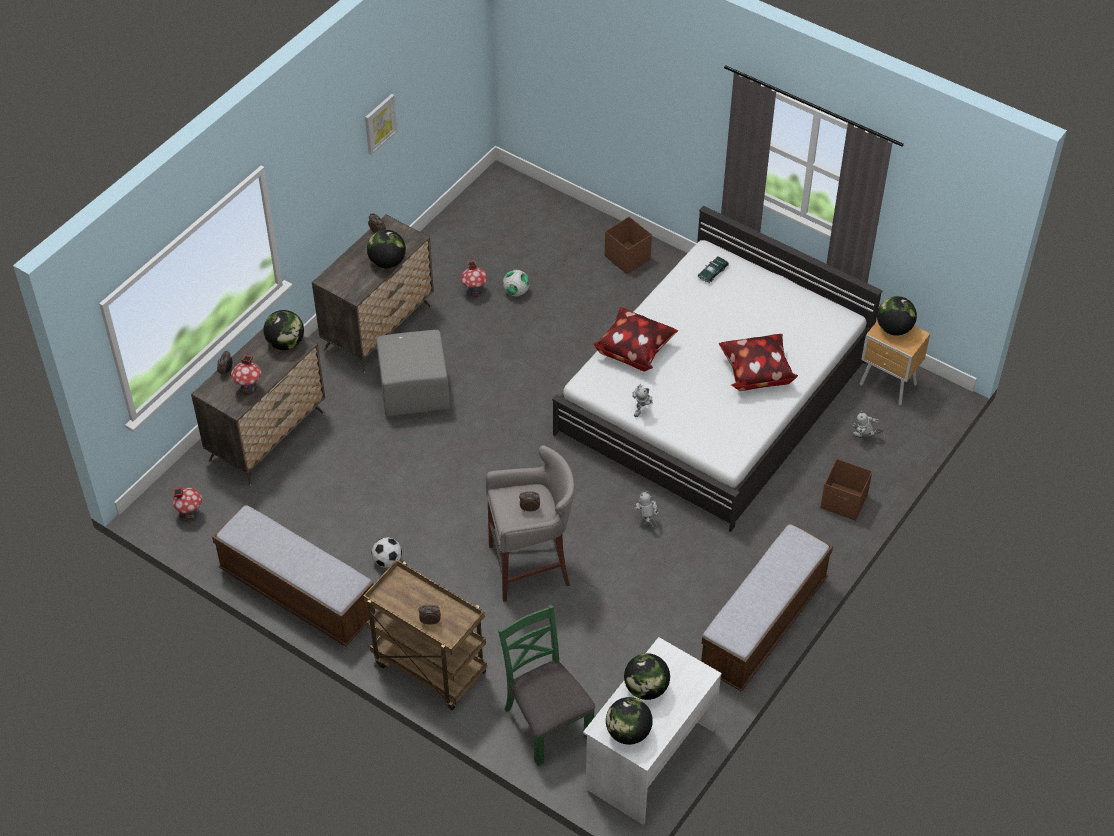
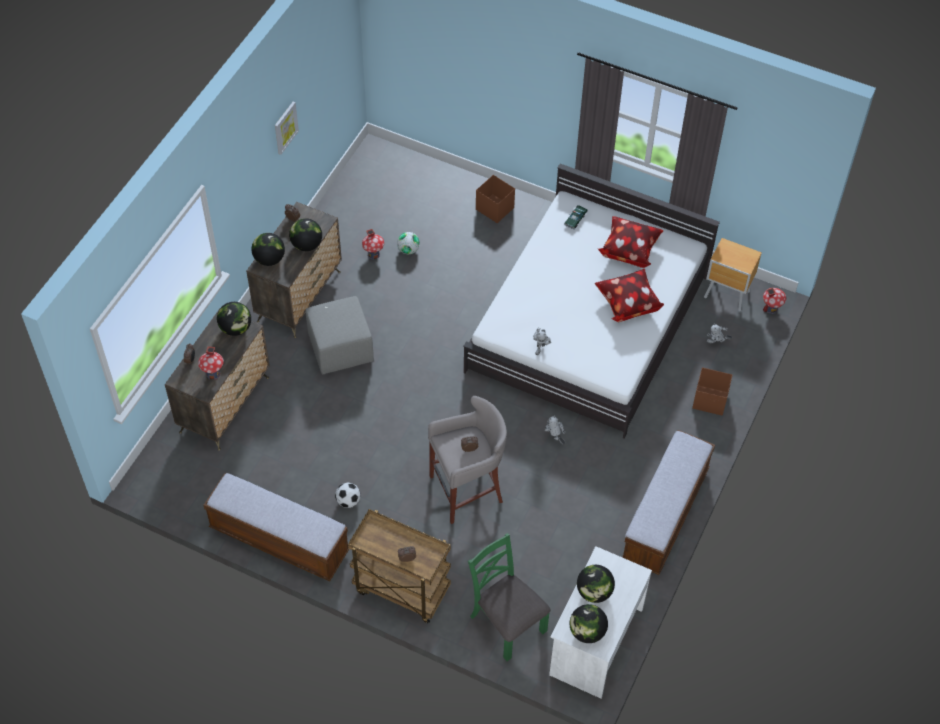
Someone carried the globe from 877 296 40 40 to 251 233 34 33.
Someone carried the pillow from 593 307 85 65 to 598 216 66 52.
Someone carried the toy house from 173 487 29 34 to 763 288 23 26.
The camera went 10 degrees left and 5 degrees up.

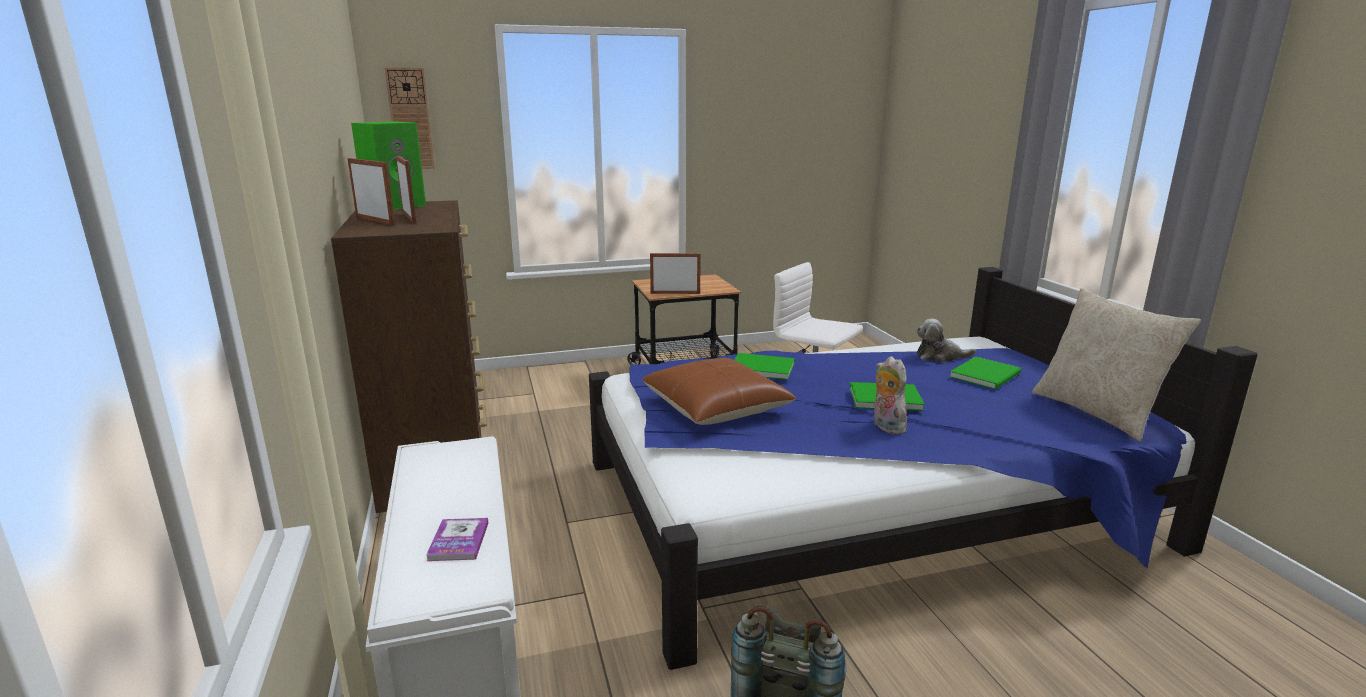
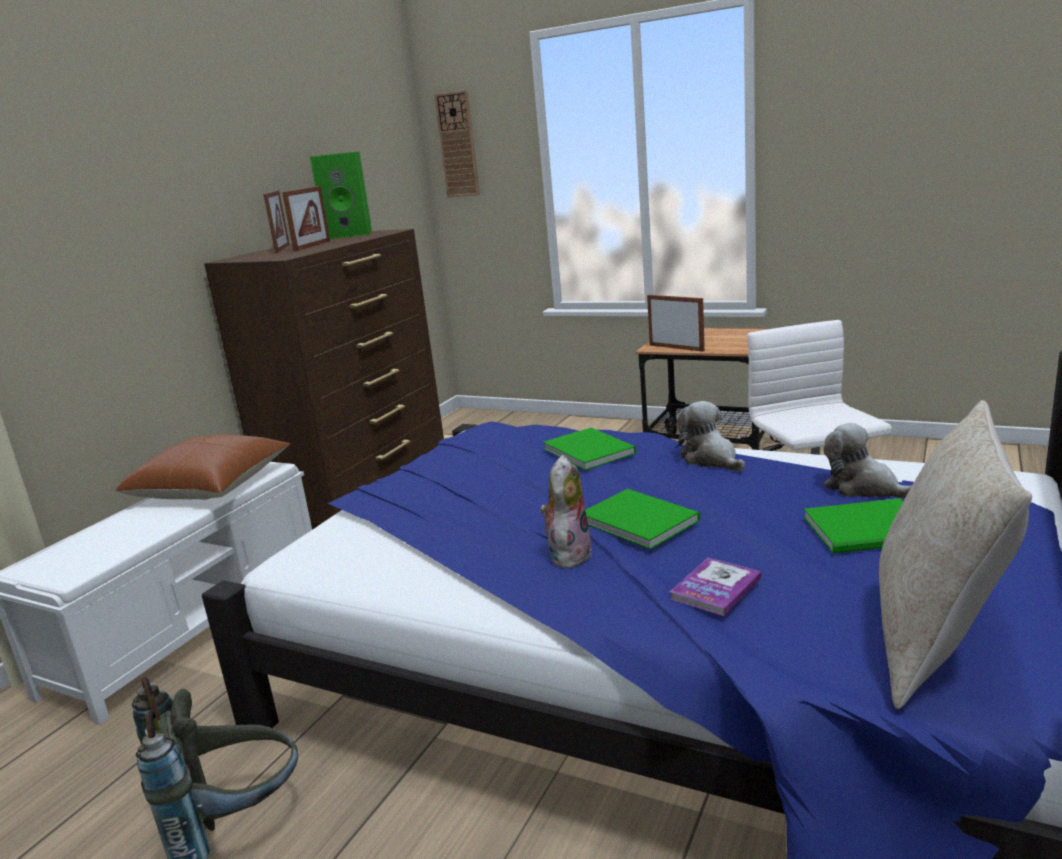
Someone carried the pillow (brown) from 642 358 155 67 to 116 434 175 66.
Someone carried the book from 426 518 62 43 to 670 557 91 59.
Someone put down the plush toy at 677 401 68 71.
The camera went 45 degrees right and 0 degrees up.

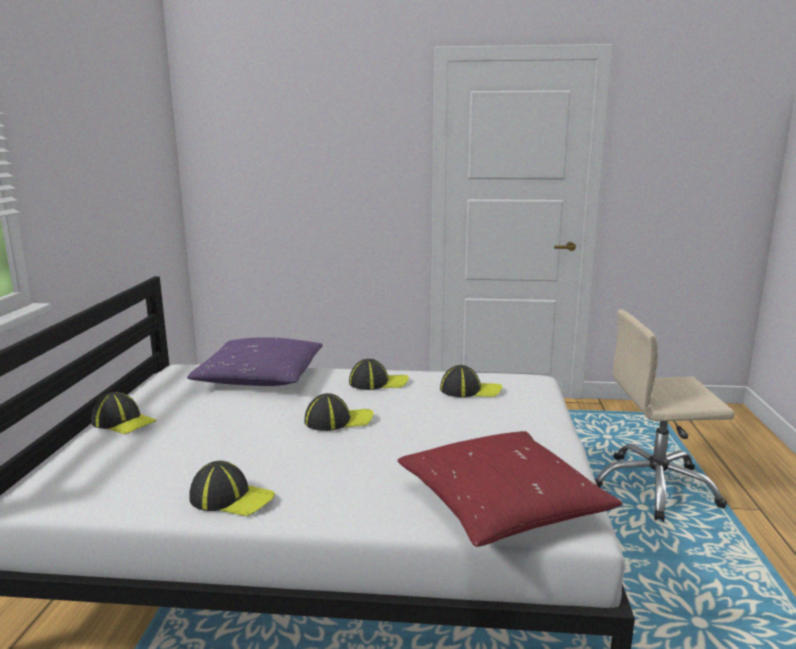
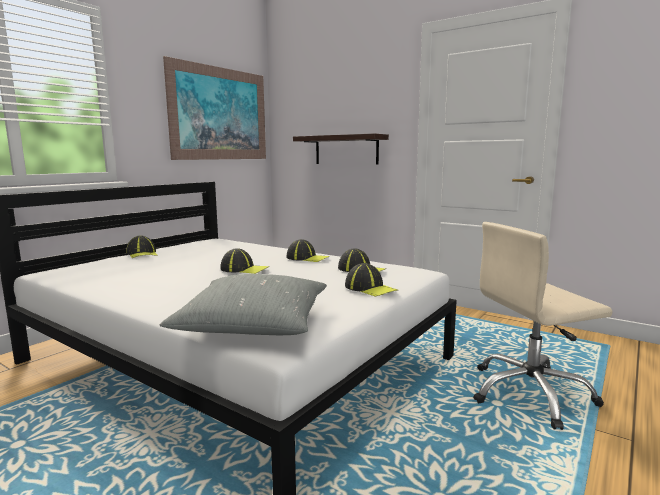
Someone repainted the pillow (red) at 397 431 226 116, which became the pillow (grey) at 159 274 168 61.
Someone put up the picture at 163 56 103 104.
Someone put up the shelf at 293 133 96 31.
Someone carried the cap from 189 461 86 55 to 345 263 53 34.
Someone rotated the office chair (beige) at 595 309 139 213 by 45 degrees counterclockwise.
Someone took away the pillow (purple) at 187 337 136 49.
The camera went 30 degrees right and 5 degrees down.

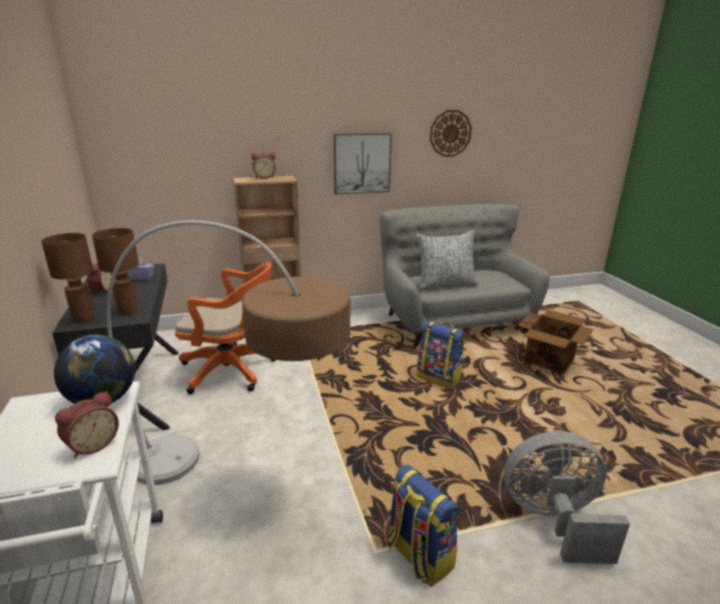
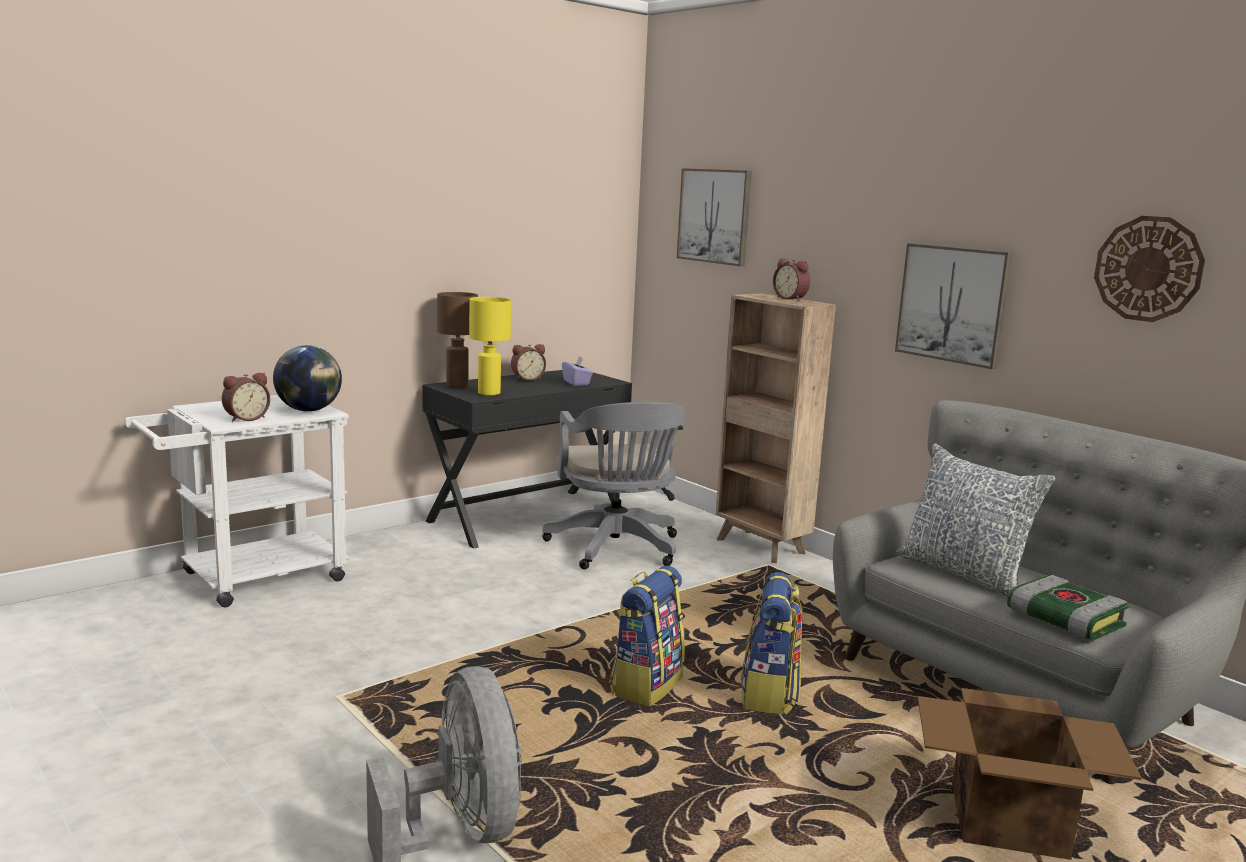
Someone rotated the alarm clock at 55 391 64 67 by 60 degrees counterclockwise.
Someone repainted the table lamp (brown) at 92 228 47 87, which became the table lamp (yellow) at 469 297 42 99.
Someone repainted the office chair (orange) at 175 262 101 132, which became the office chair (grey) at 542 402 144 167.
Someone carried the backpack from 387 465 72 122 to 609 566 76 140.
Someone put up the picture at 677 168 75 98.
Someone put down the book at 1007 575 123 65.
Someone took away the floor lamp at 107 220 243 265.
The camera went 65 degrees right and 10 degrees down.

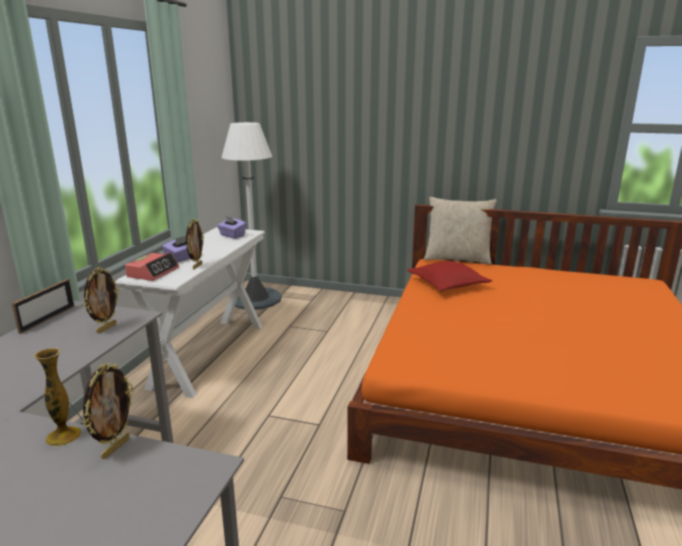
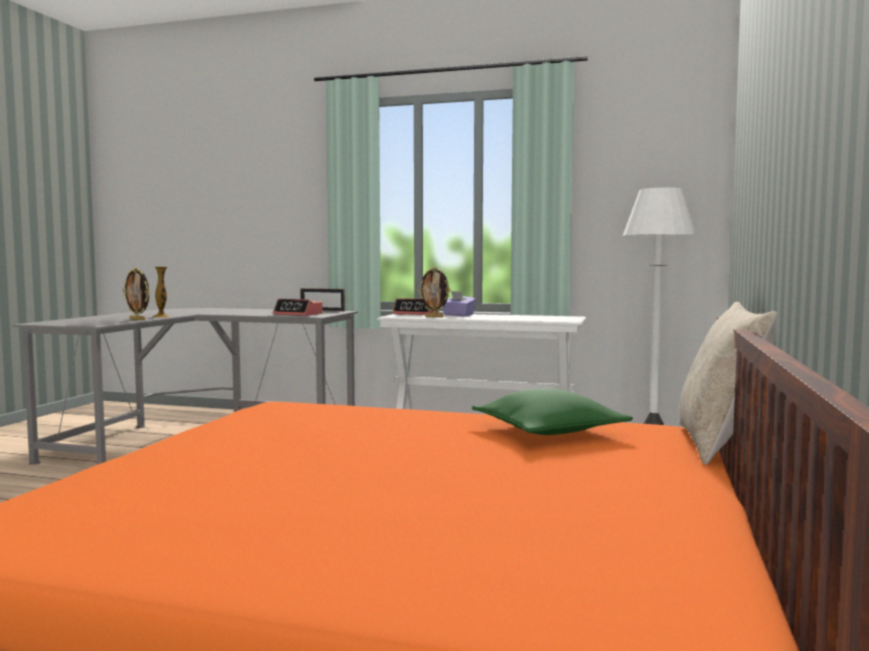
Someone swapped the picture frame at 84 267 35 66 for the alarm clock at 273 299 50 17.
Someone repainted the pillow (red) at 407 261 85 31, which became the pillow (green) at 472 388 161 47.
Someone took away the tissue box (purple) at 217 216 29 23.
The camera went 90 degrees right and 15 degrees down.

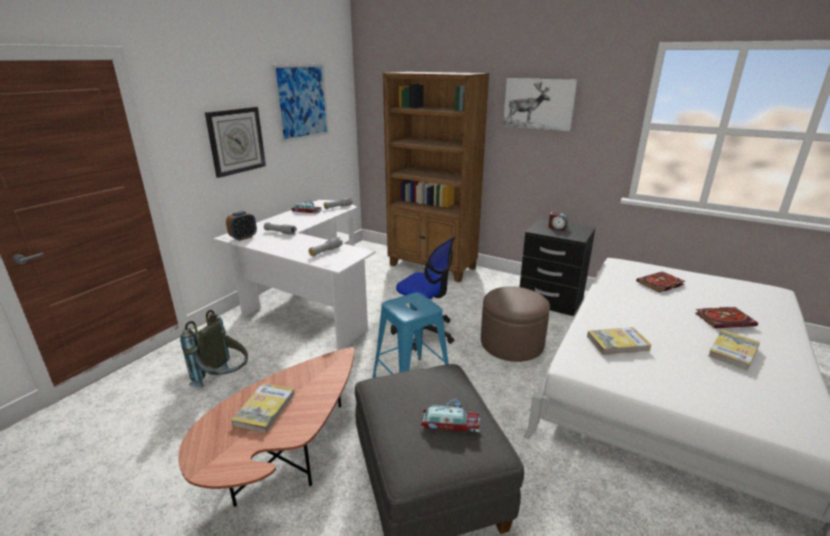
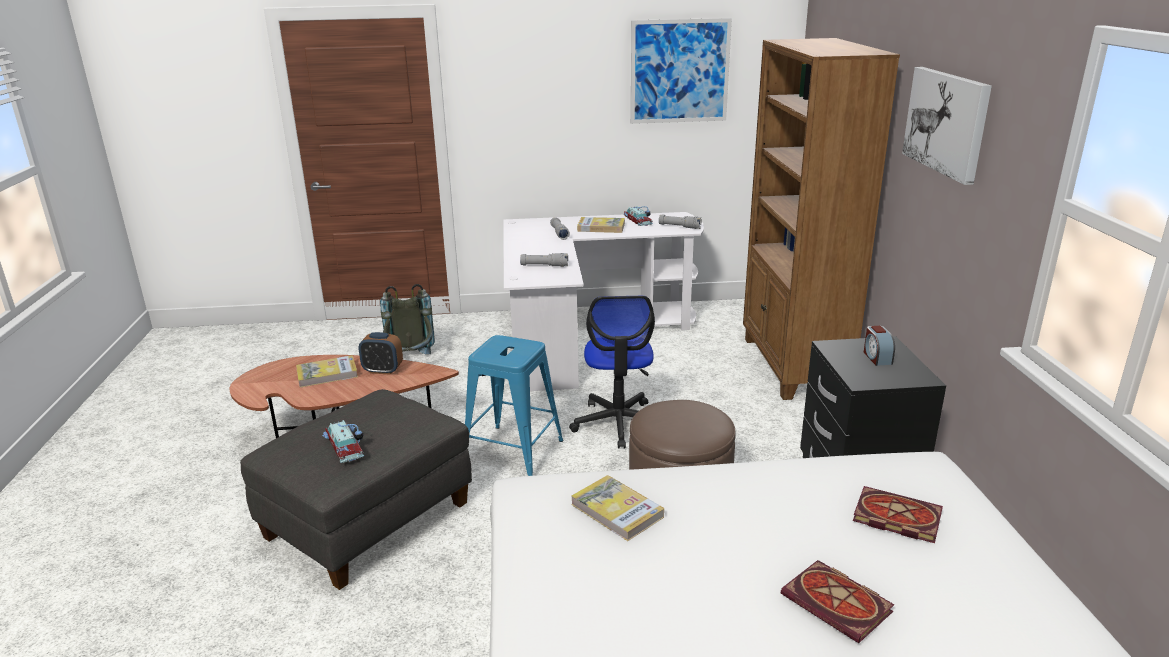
Someone carried the alarm clock from 226 211 31 30 to 359 332 44 43.
Someone carried the book from 708 330 52 40 to 577 217 48 16.
Someone took away the wall clock at 205 107 61 71.
The camera went 55 degrees right and 0 degrees up.

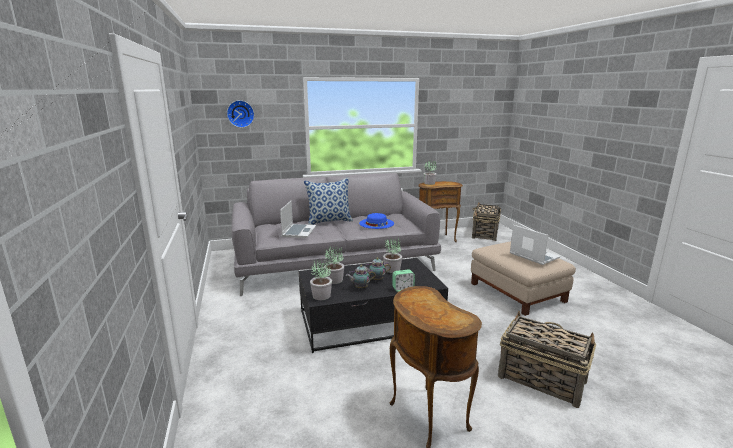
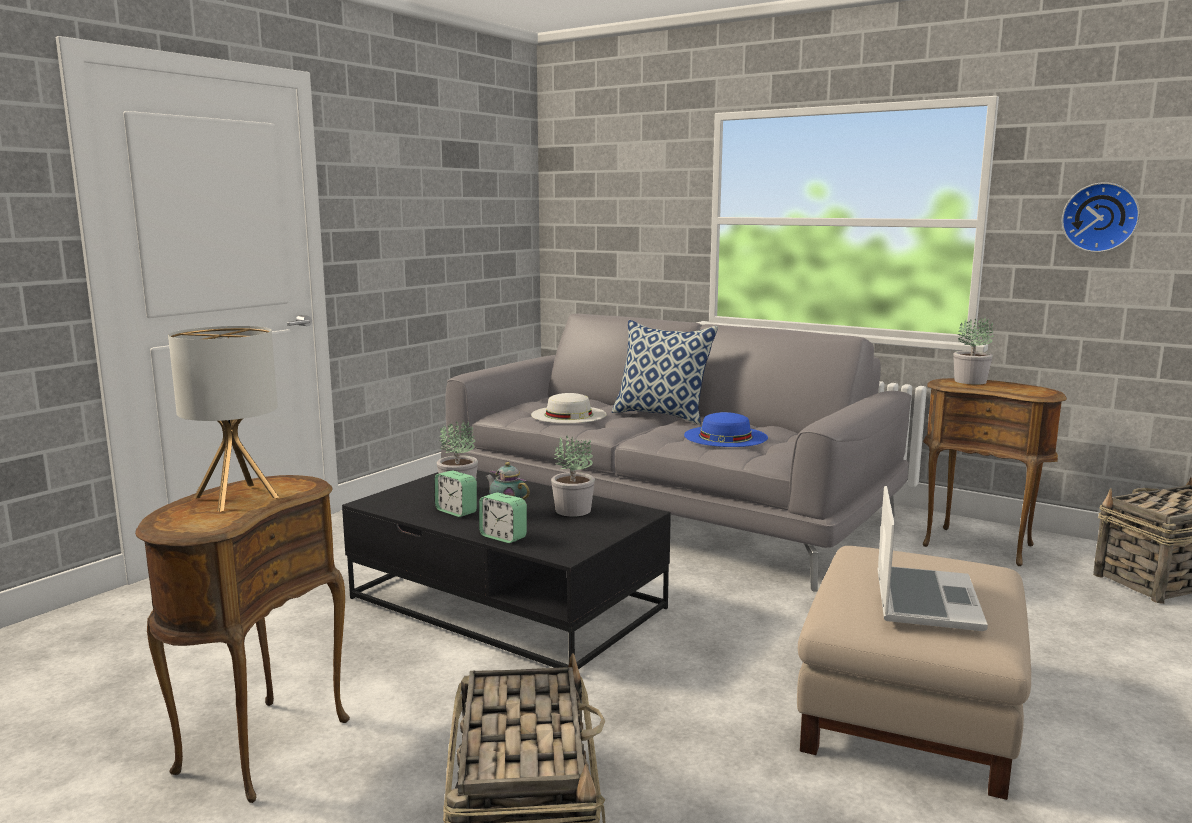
Someone put down the table lamp at 168 326 111 186.
Someone swapped the teapot at 346 265 30 23 for the alarm clock at 435 470 42 47.
Someone swapped the laptop at 280 201 36 37 for the hat (white) at 531 393 76 30.
Someone carried the wall clock from 227 100 27 28 to 1062 182 78 71.
Someone took away the potted plant at 310 259 22 41.
The camera went 50 degrees right and 5 degrees down.

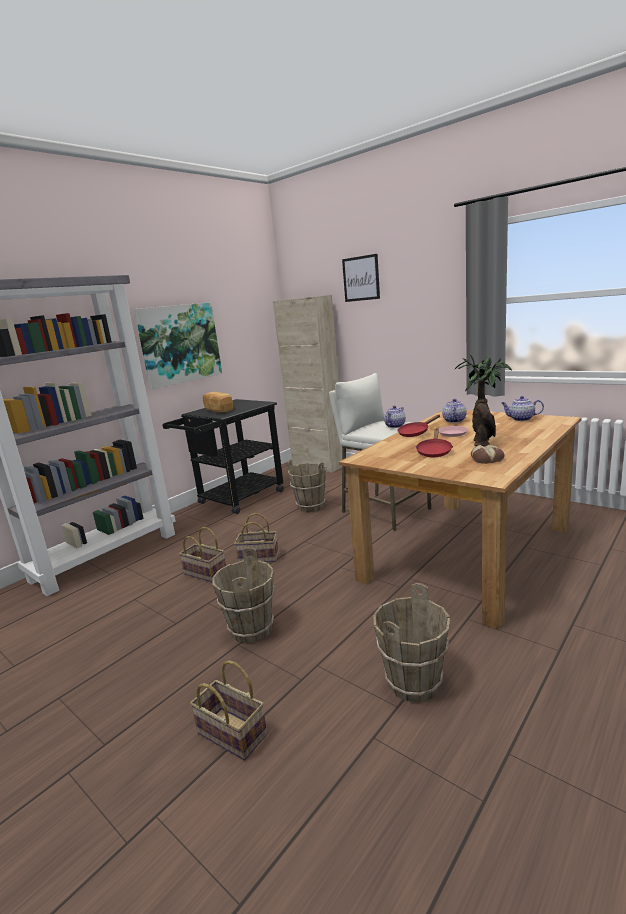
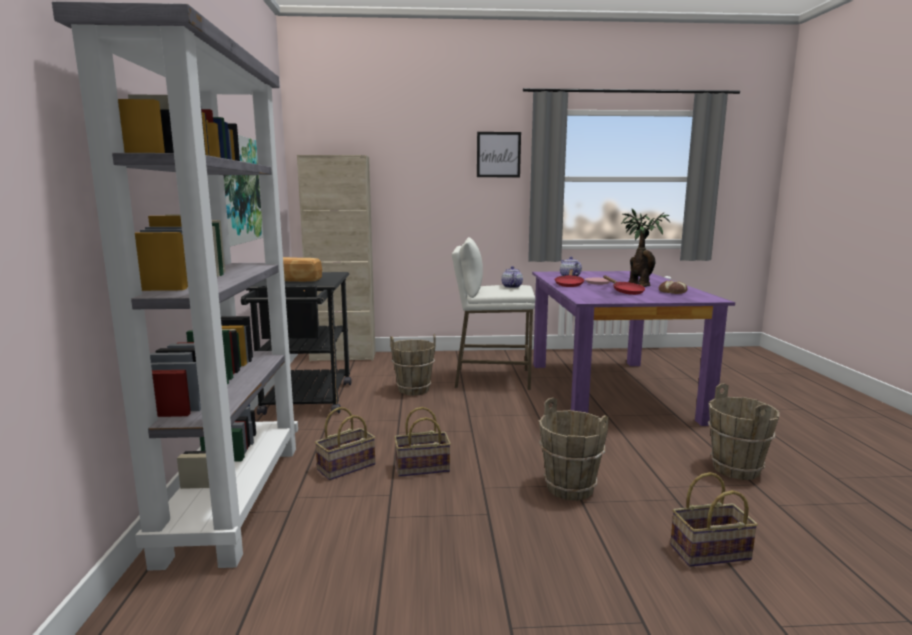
Someone carried the basket from 234 513 45 50 to 315 407 60 73.
Someone carried the picture from 342 254 38 48 to 477 132 44 45.
Someone repainted the dining table (brown) at 339 410 243 220, which became the dining table (purple) at 532 271 203 155.
Someone took away the teapot at 501 396 43 25.
The camera went 45 degrees left and 5 degrees down.

